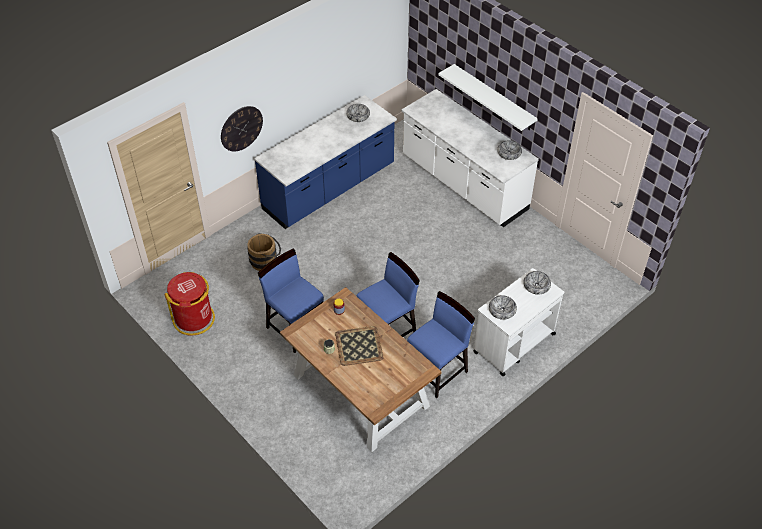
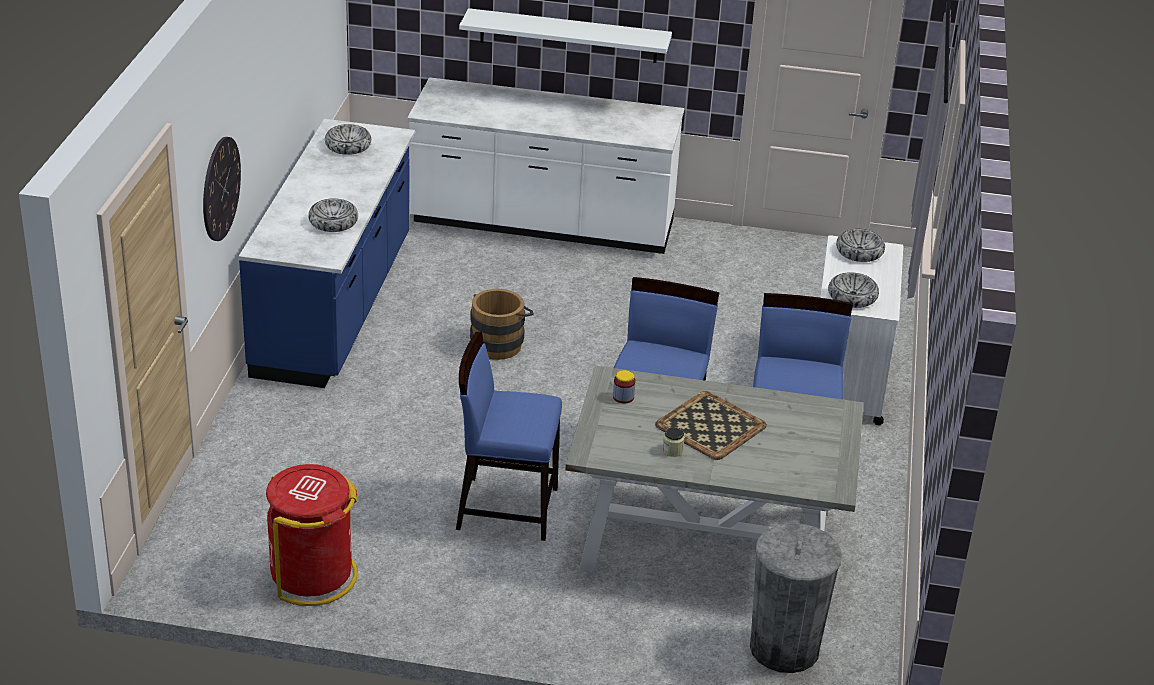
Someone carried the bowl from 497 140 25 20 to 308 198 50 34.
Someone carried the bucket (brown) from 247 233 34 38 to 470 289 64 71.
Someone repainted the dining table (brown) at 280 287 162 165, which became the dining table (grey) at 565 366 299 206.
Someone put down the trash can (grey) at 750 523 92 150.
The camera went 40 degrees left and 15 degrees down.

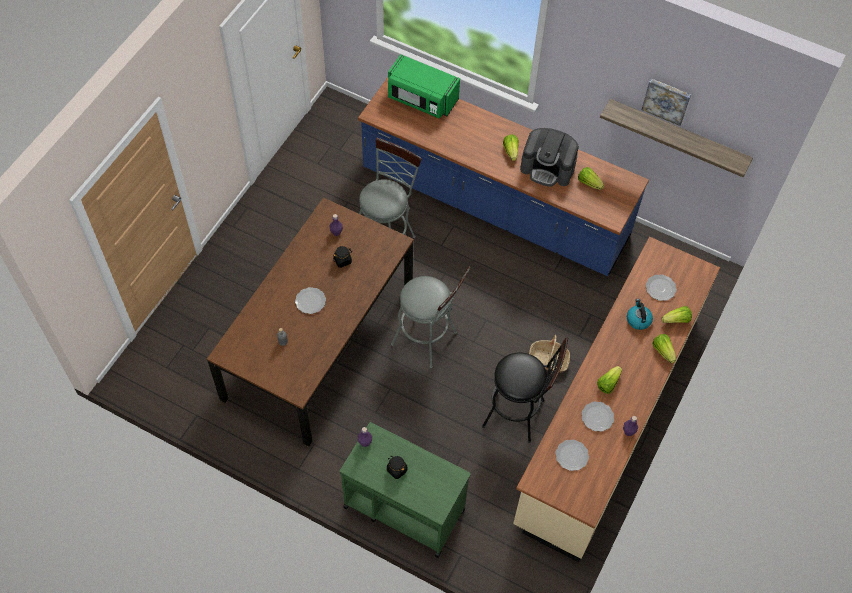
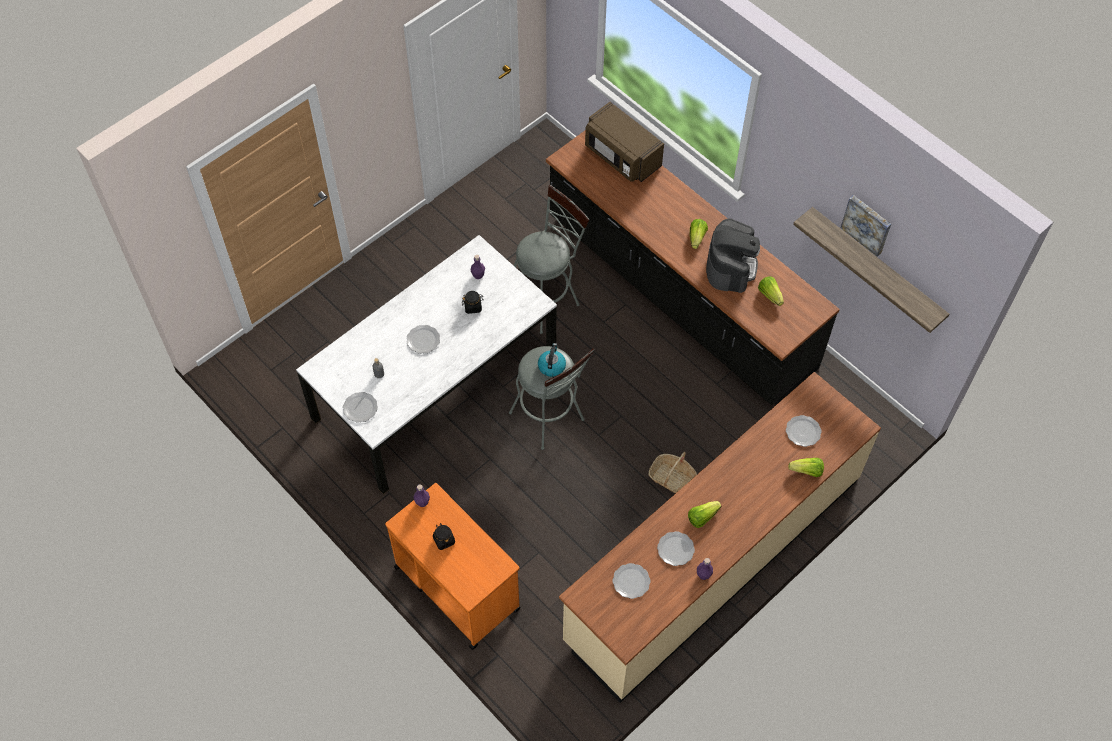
Someone repainted the dining table (brown) at 207 197 207 250, which became the dining table (white) at 296 235 261 259.
Someone put down the plate at 343 392 35 31.
Someone repainted the cart (green) at 340 422 131 136, which became the cart (orange) at 385 483 136 167.
Someone carried the kettle from 627 299 26 31 to 538 343 28 34.
Someone repainted the counter (blue) at 358 78 291 198, which became the counter (black) at 546 130 294 275.
Someone repainted the microwave (green) at 388 54 72 64, which became the microwave (brown) at 585 102 79 80.
Someone rotated the coffee machine at 520 128 59 59 by 120 degrees counterclockwise.
Someone took away the stool (black) at 482 338 86 105.
Someone took away the lettuce at 652 334 24 29.
The camera went 20 degrees right and 0 degrees up.

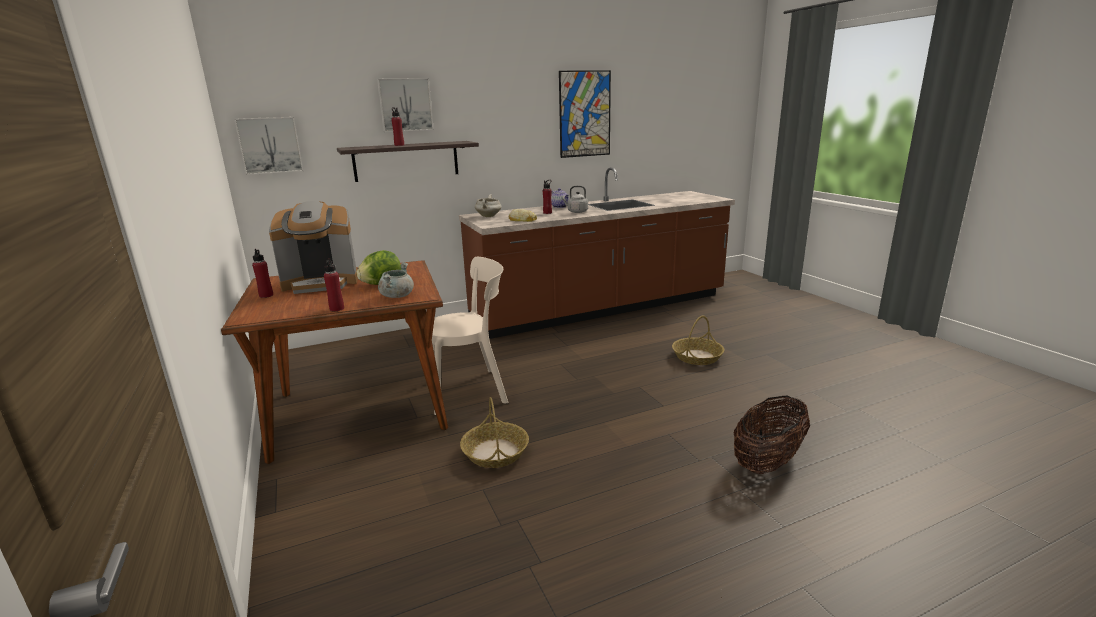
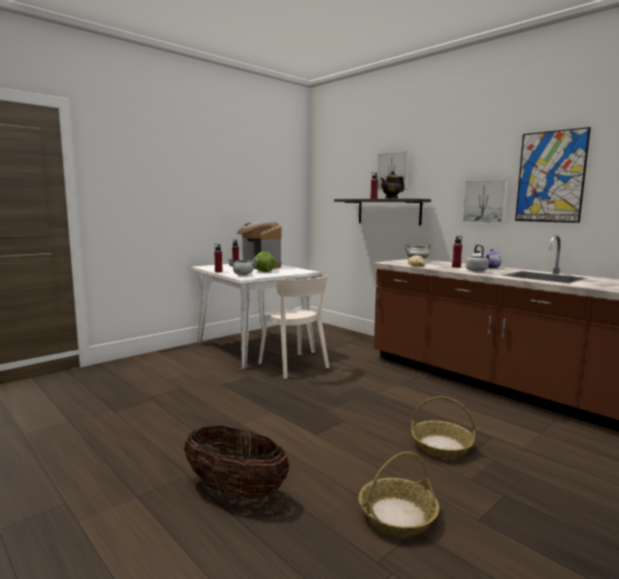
Someone repainted the dining table (brown) at 221 260 227 204, which became the dining table (white) at 190 264 132 105.
Someone carried the basket from 460 397 69 71 to 359 452 80 84.
Someone put down the teapot at 380 171 24 28.
Someone carried the picture from 234 117 69 58 to 462 179 46 45.
The camera went 70 degrees right and 10 degrees down.

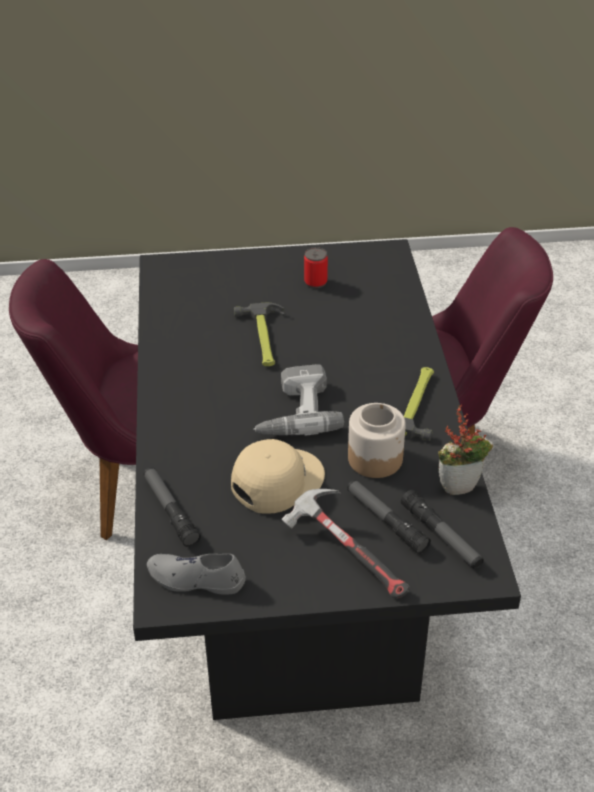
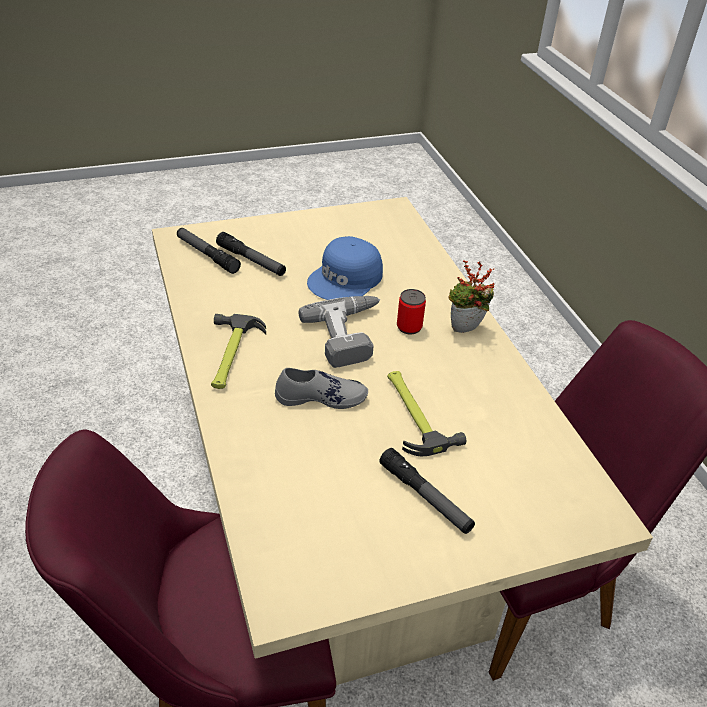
Someone repainted the dining table (black) at 133 239 388 481, which became the dining table (beige) at 152 197 501 488.
Someone carried the shoe (grey) from 147 554 99 41 to 275 368 93 41.
Someone repainted the cap (beige) at 231 439 94 75, which became the cap (blue) at 307 236 76 64.
Someone carried the flashlight from 144 467 57 80 to 379 448 96 86.
Someone carried the can from 304 247 24 41 to 397 289 29 46.
Someone carried the potted plant from 438 405 55 90 to 448 261 47 72.
Someone took away the hammer at 282 489 127 109.
Someone took away the jar at 348 403 58 75.
The camera went 165 degrees right and 0 degrees up.

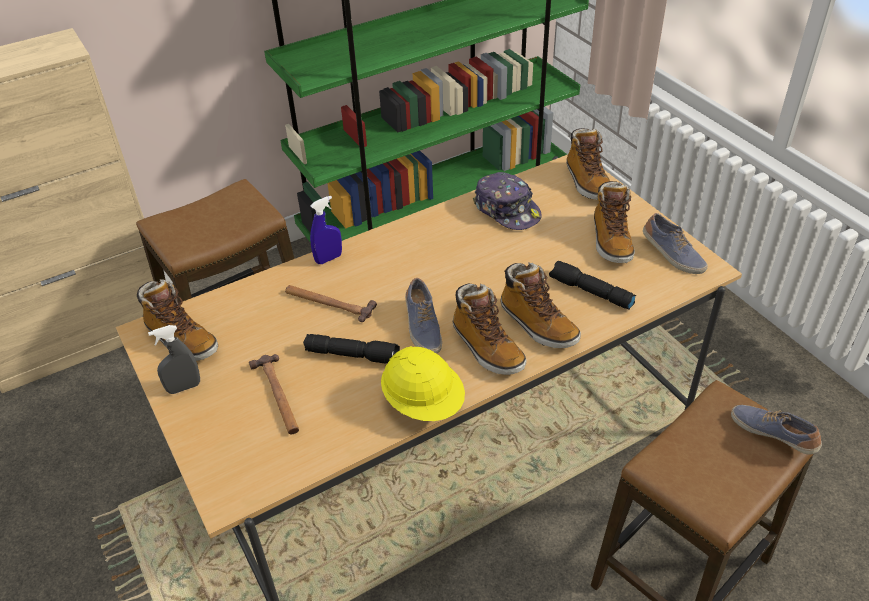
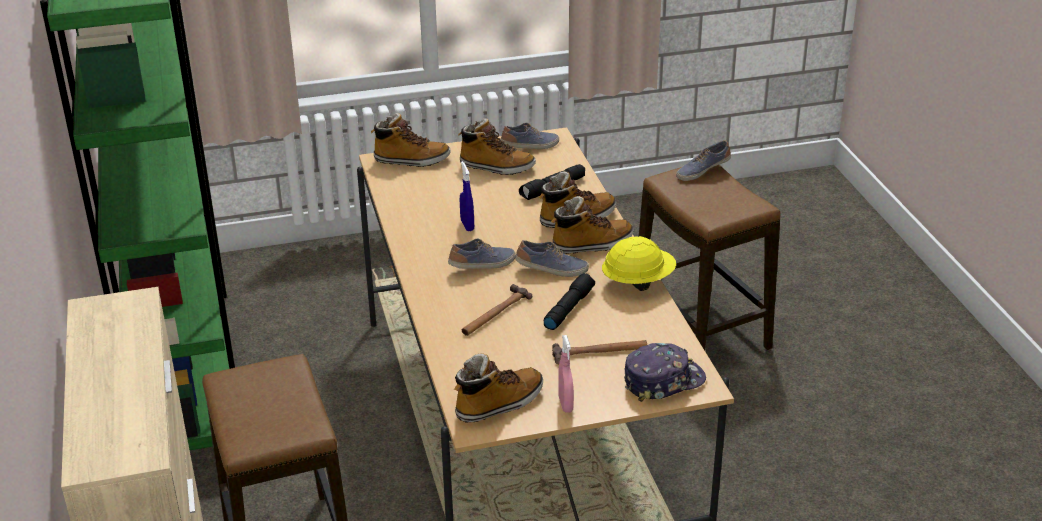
Someone put down the shoe at 448 239 68 30.
Someone carried the spray bottle (blue) from 310 196 32 68 to 460 161 14 70.
Someone repainted the spray bottle (grey) at 148 325 52 69, which became the spray bottle (pink) at 558 335 16 78.
Someone carried the cap from 473 172 69 58 to 624 343 82 59.
The camera went 75 degrees left and 10 degrees down.

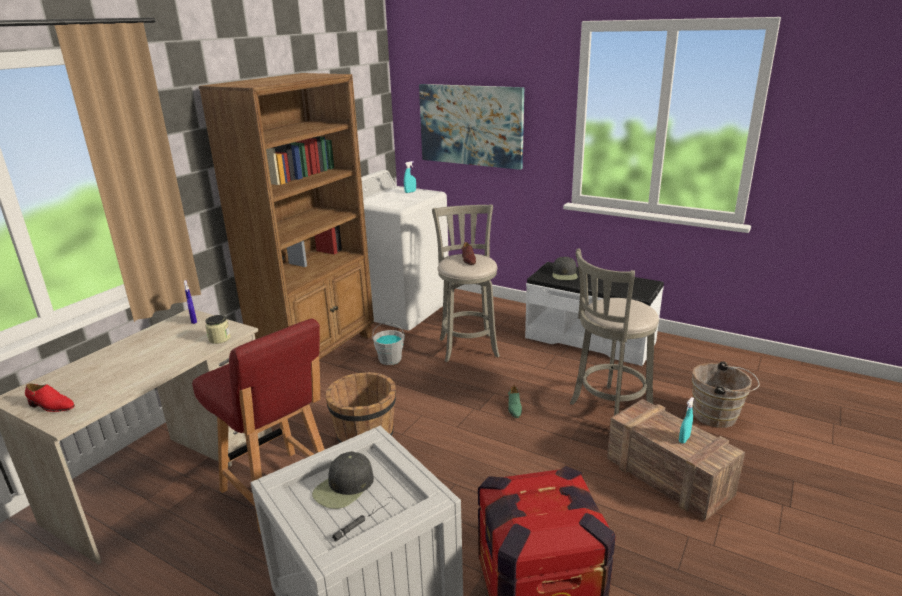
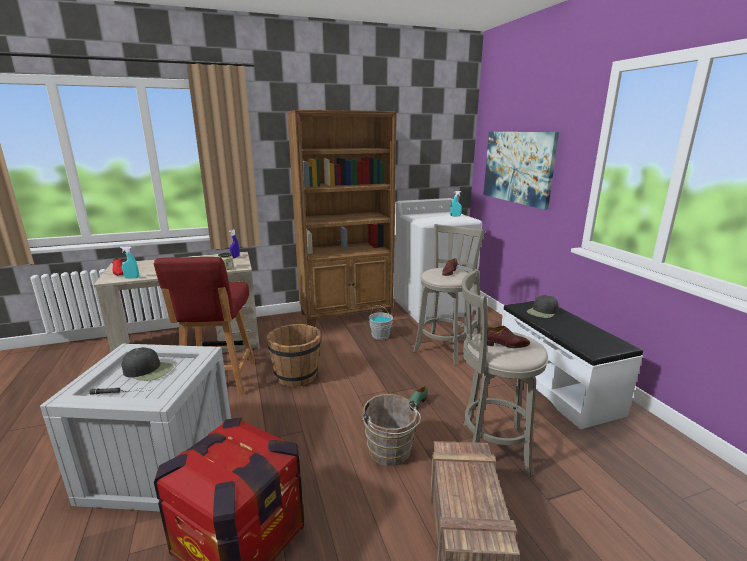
Someone carried the spray bottle (turquoise) from 679 397 15 46 to 120 246 19 33.
Someone rotated the cap (black) at 312 451 62 58 by 150 degrees counterclockwise.
Someone carried the bucket (brown) from 692 361 68 67 to 363 394 58 72.
Someone put down the shoe (brown) at 487 326 43 22.
The camera went 40 degrees right and 5 degrees down.

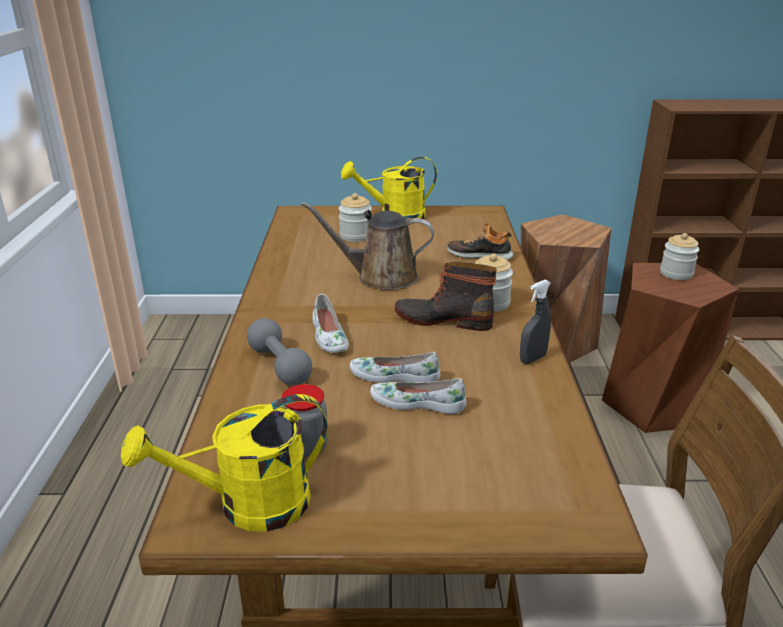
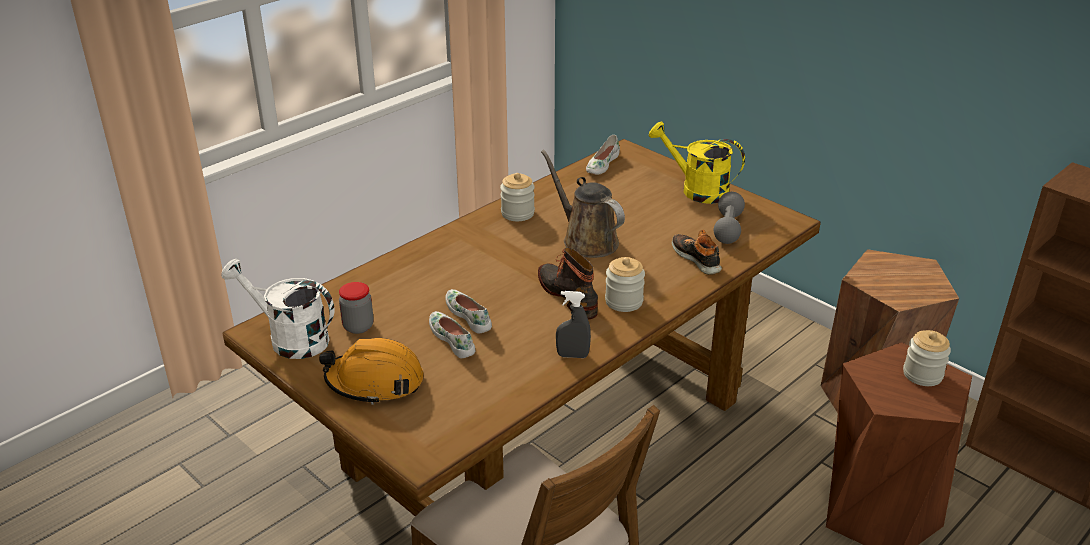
Someone repainted the watering can (yellow) at 121 394 206 138, which became the watering can (white) at 221 259 113 100.
Someone put down the hard hat (orange) at 319 338 105 67.
Someone carried the jar from 339 193 33 49 to 500 173 35 48.
Someone carried the shoe (white) from 312 294 37 59 to 586 135 34 40.
Someone carried the dumbbell (grey) from 247 318 65 67 to 714 192 31 52.
The camera went 45 degrees right and 5 degrees up.

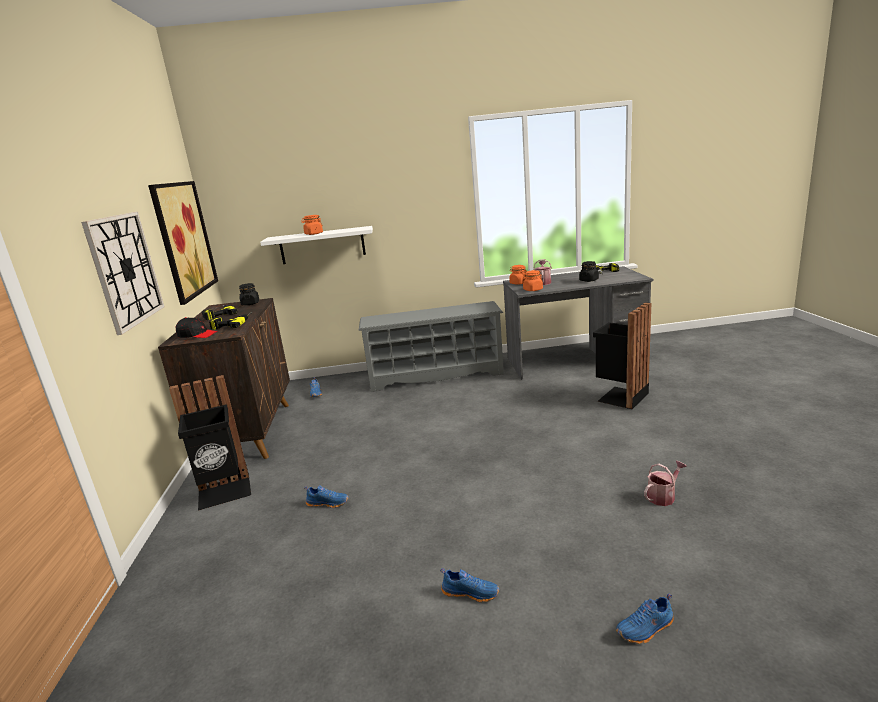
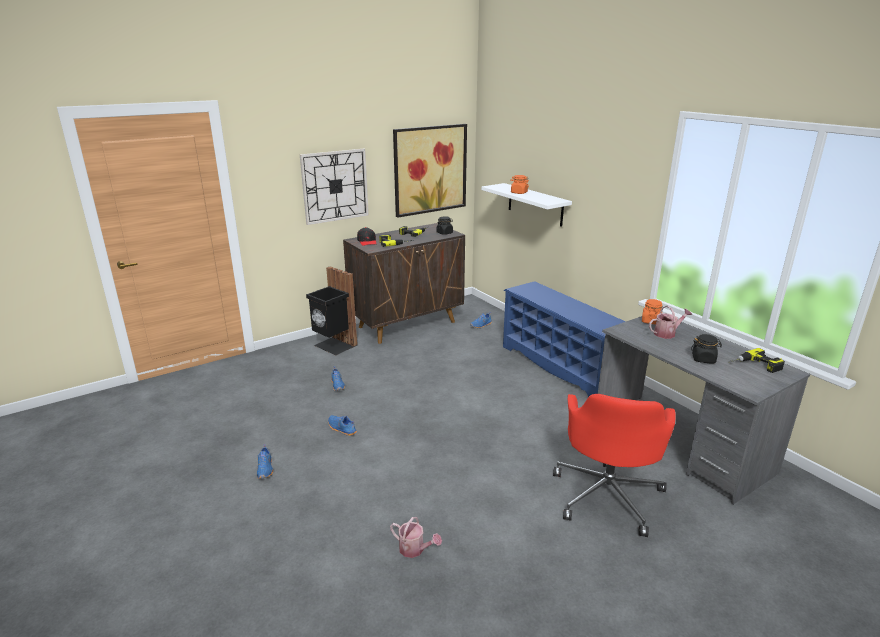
Someone carried the shoe (blue) from 616 594 58 50 to 328 415 29 21.
Someone repainted the shoe rack (grey) at 358 301 146 91, which became the shoe rack (blue) at 503 281 123 116.
Someone swapped the trash can (black) at 593 302 59 107 for the office chair (red) at 553 394 123 143.
Someone took away the jar (orange) at 523 270 20 21.
The camera went 60 degrees right and 5 degrees up.

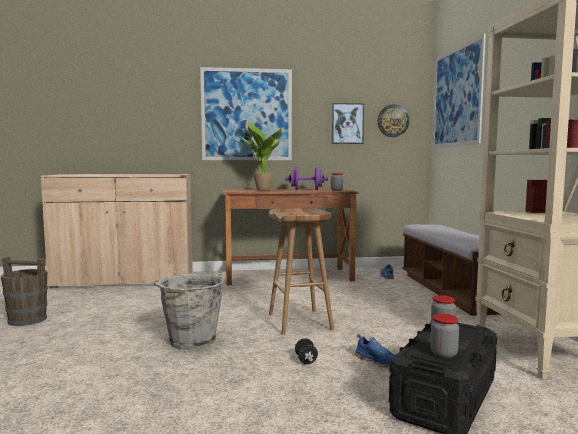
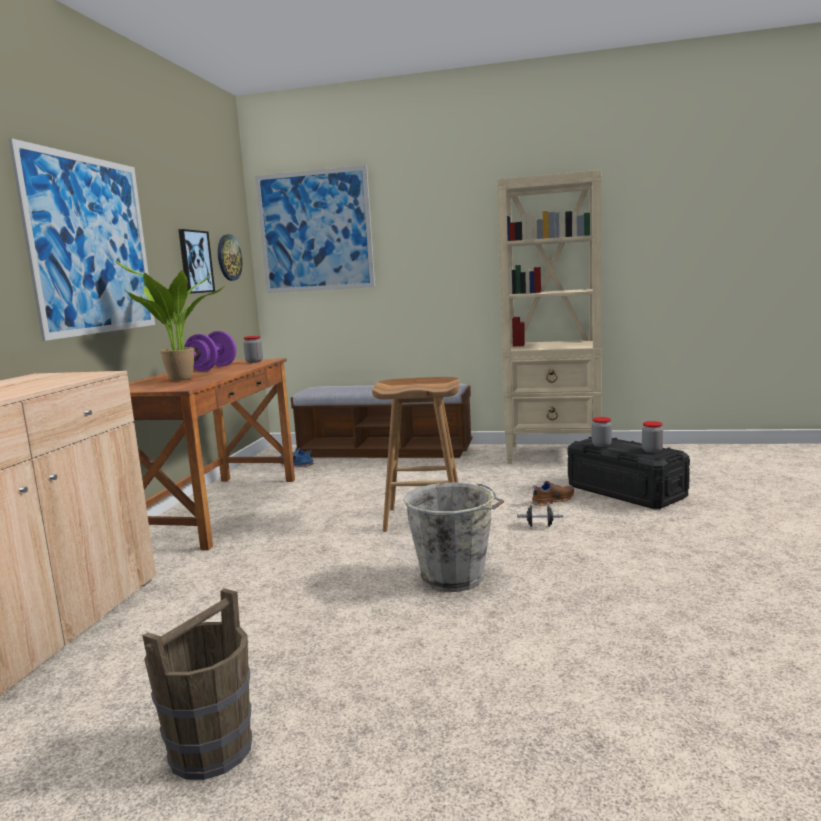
Someone repainted the shoe (blue) at 355 334 41 34, which became the shoe (brown) at 531 481 43 25.
The camera went 70 degrees left and 5 degrees up.

